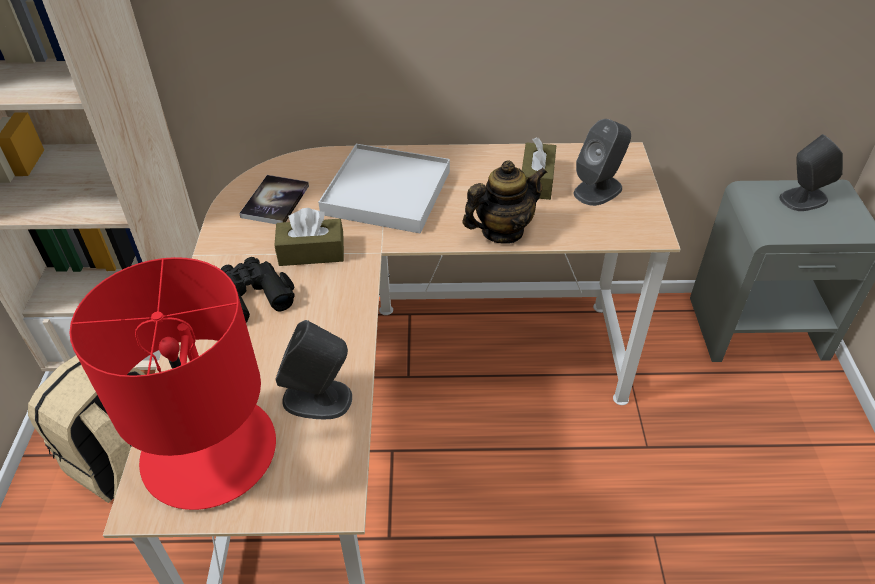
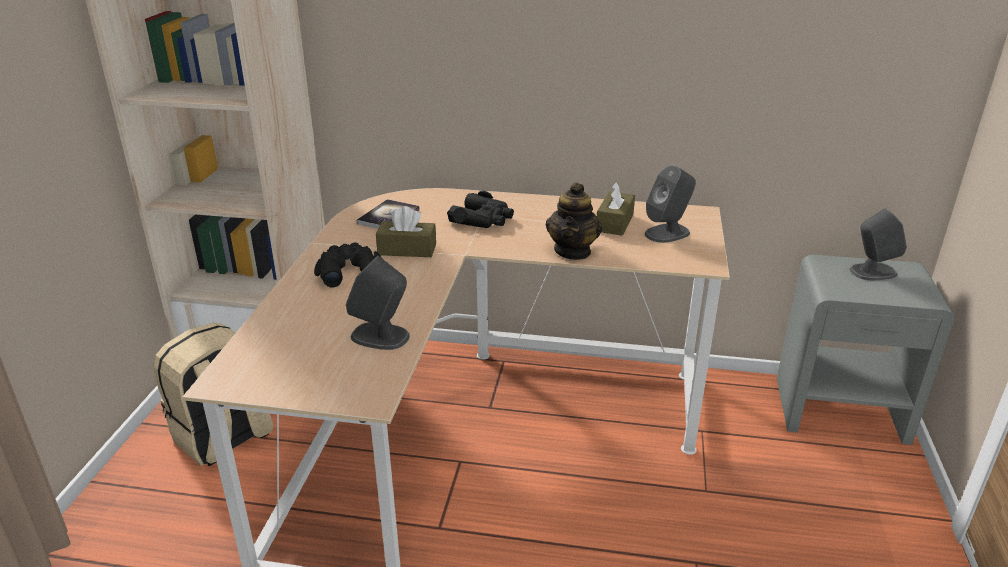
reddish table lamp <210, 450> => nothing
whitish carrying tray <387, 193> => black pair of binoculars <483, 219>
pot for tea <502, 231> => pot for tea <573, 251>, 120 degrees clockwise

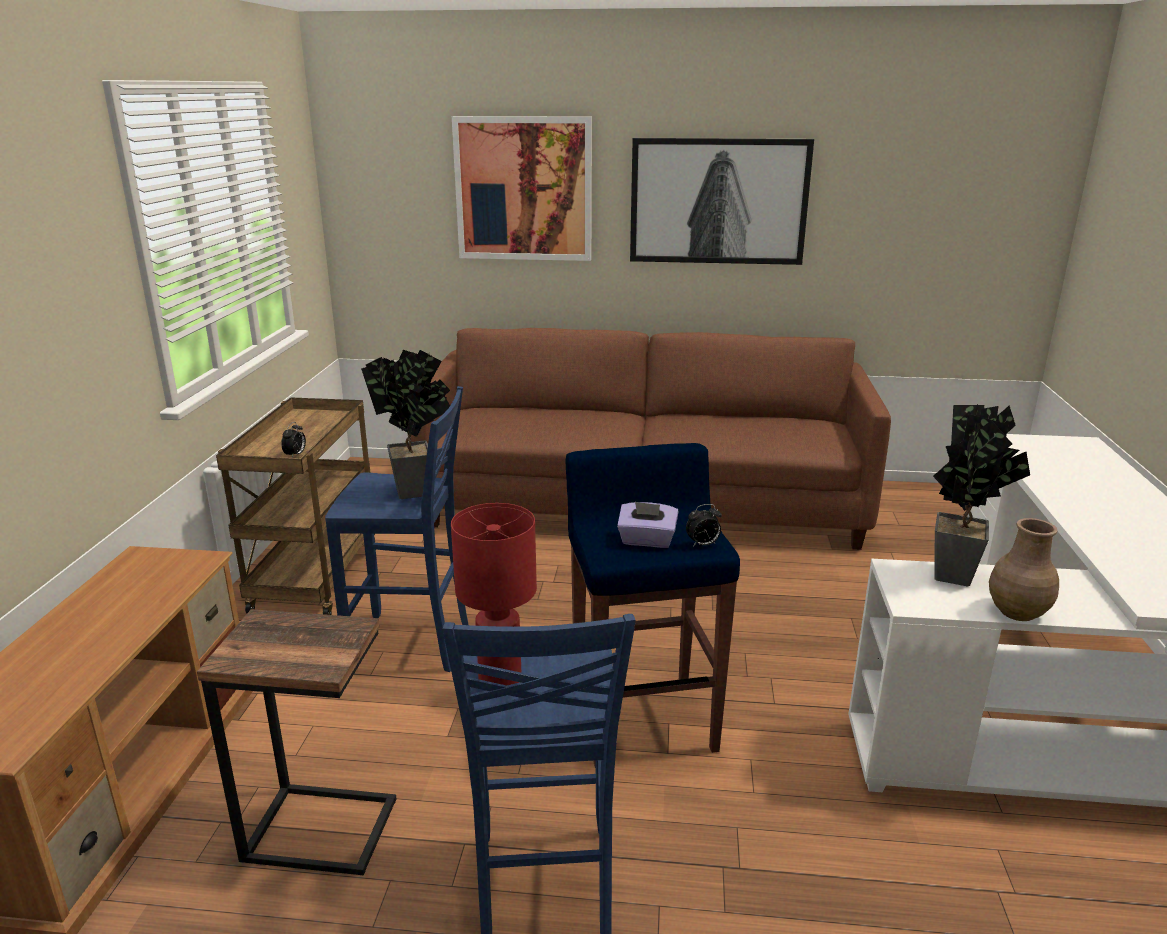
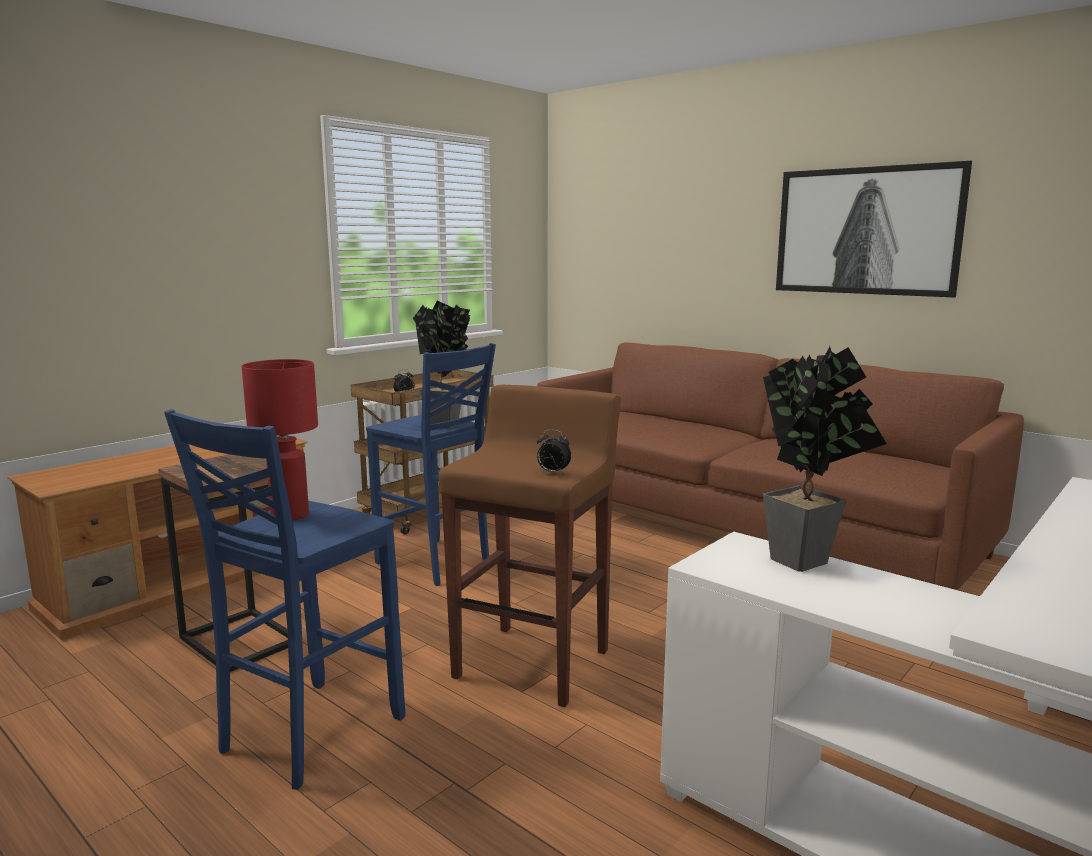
picture <523, 189> => nothing
blue stool <643, 720> => brown stool <533, 663>
purple tissue box <647, 541> => nothing
brown decorative vase <1017, 612> => nothing

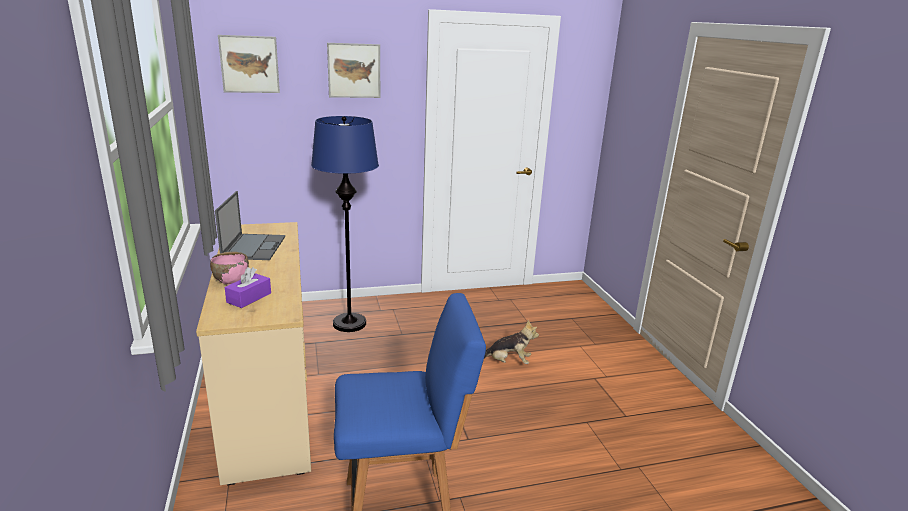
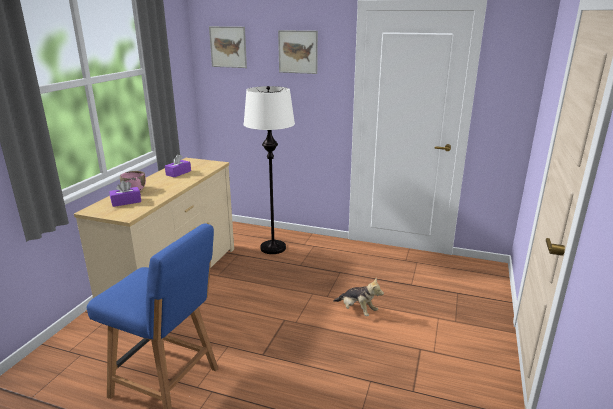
notebook computer <254, 247> => purple tissue box <178, 173>
blue standard lamp <349, 324> => whitish standard lamp <273, 248>

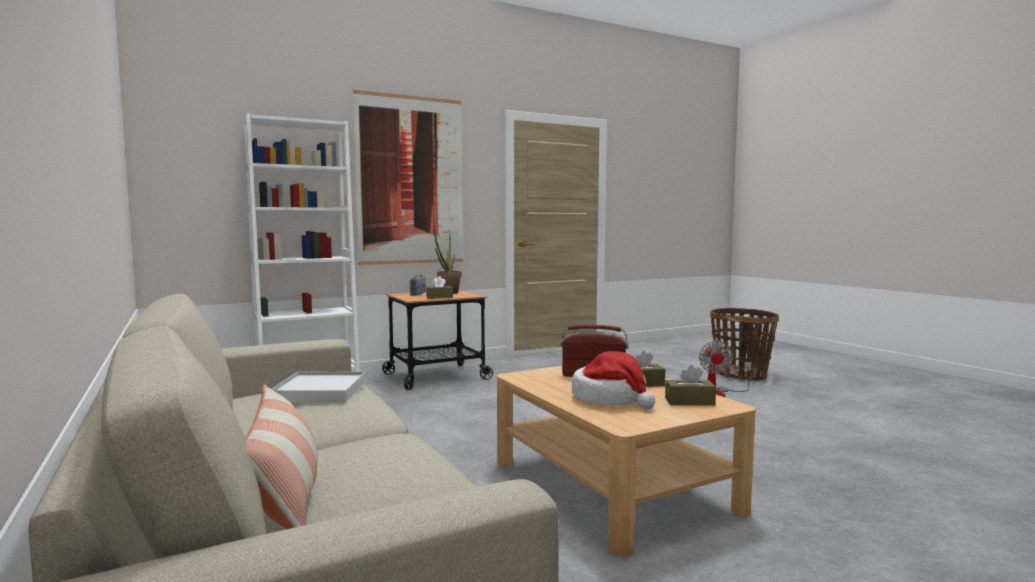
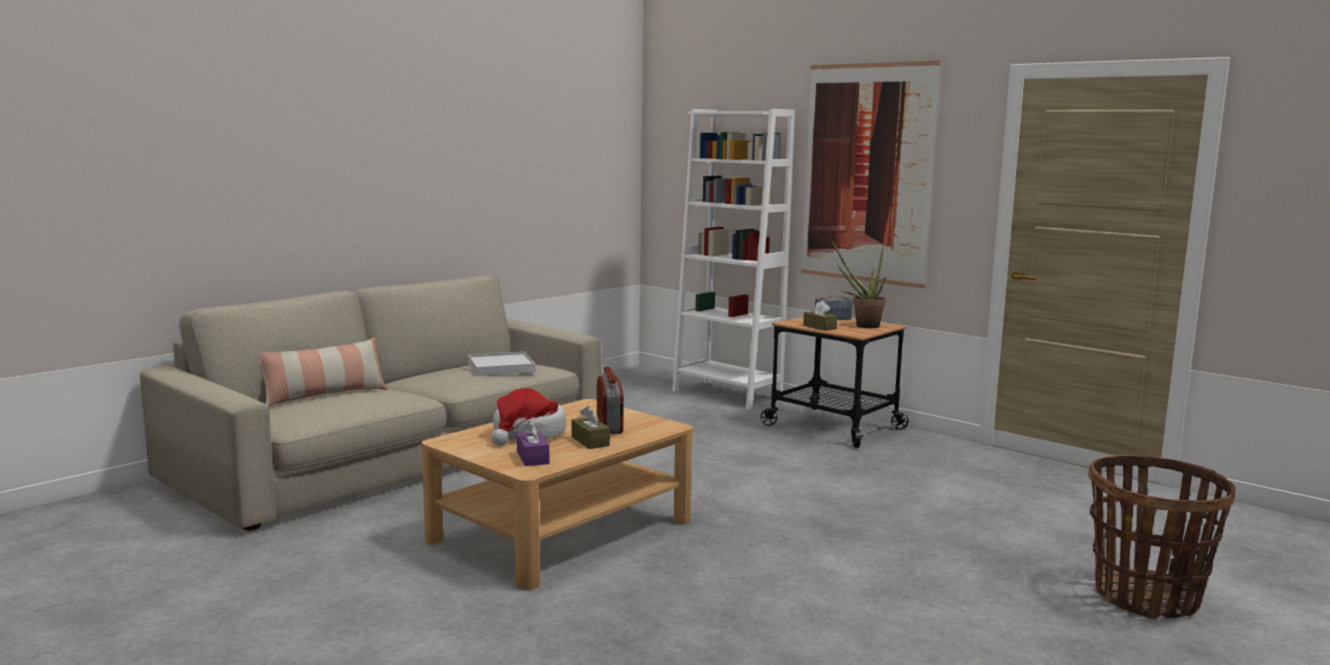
brown tissue box <689, 402> => purple tissue box <532, 458>
cooling fan <718, 394> => nothing

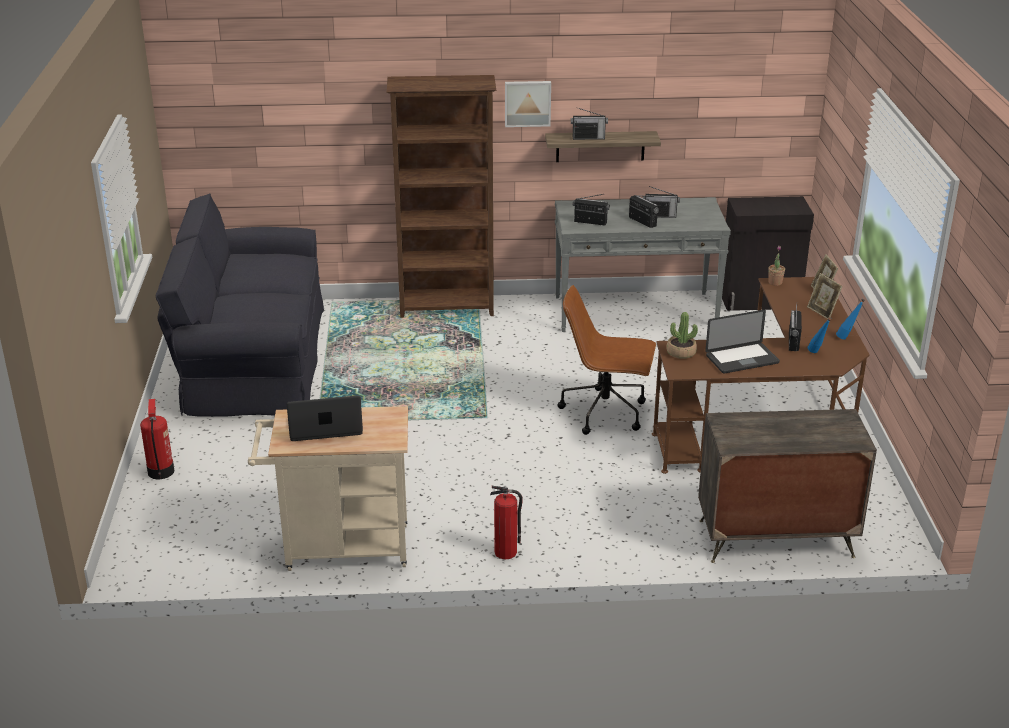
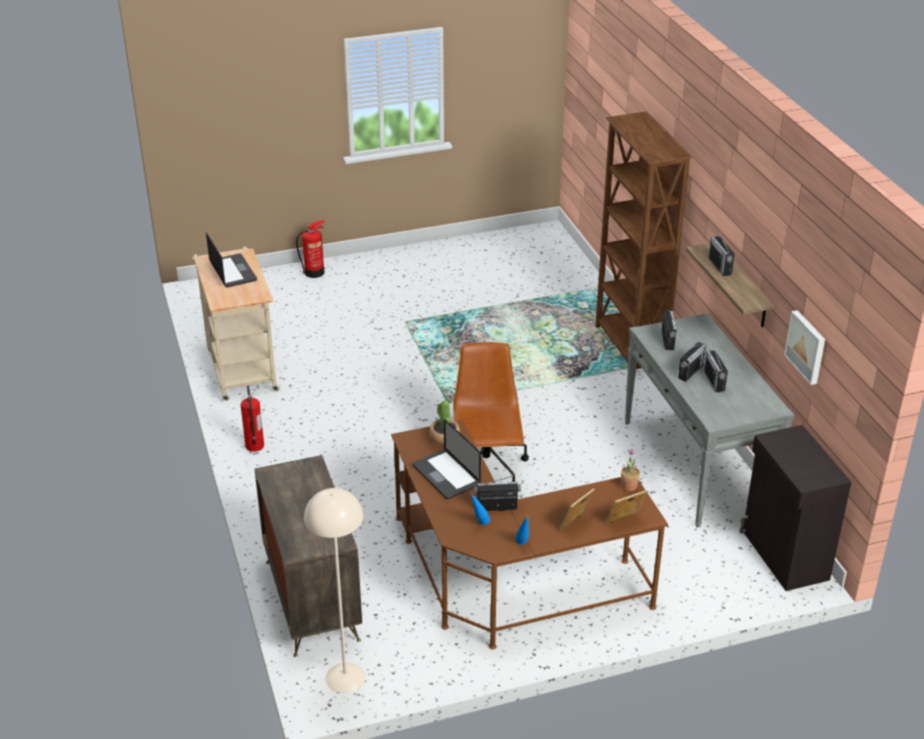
black couch <252, 359> => nothing
picture <527, 103> => picture <807, 346>, shifted
nothing => sand-coloured standard lamp <345, 677>

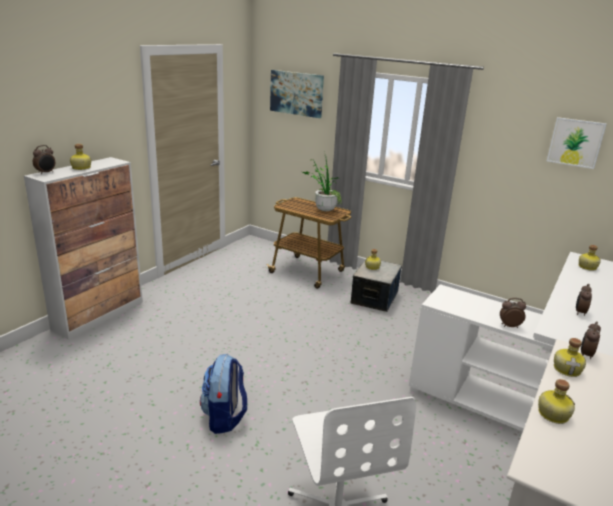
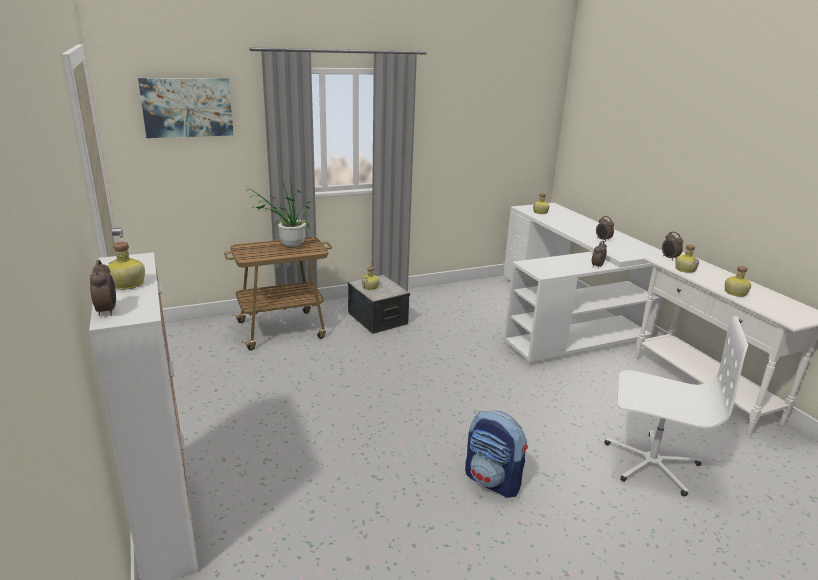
picture <575, 142> => nothing

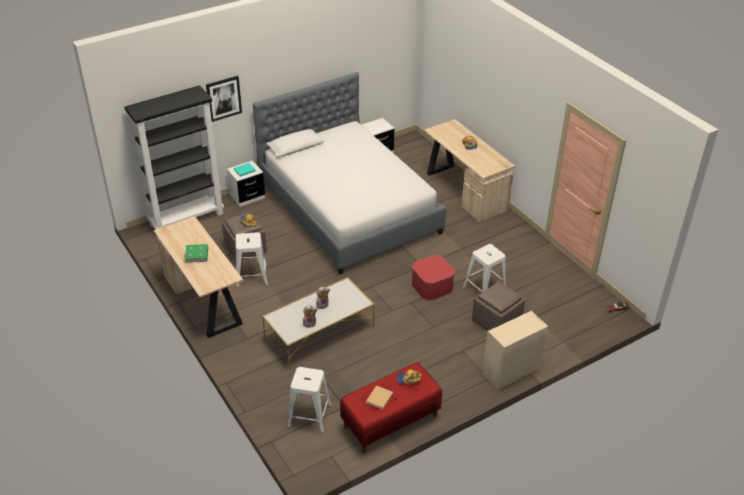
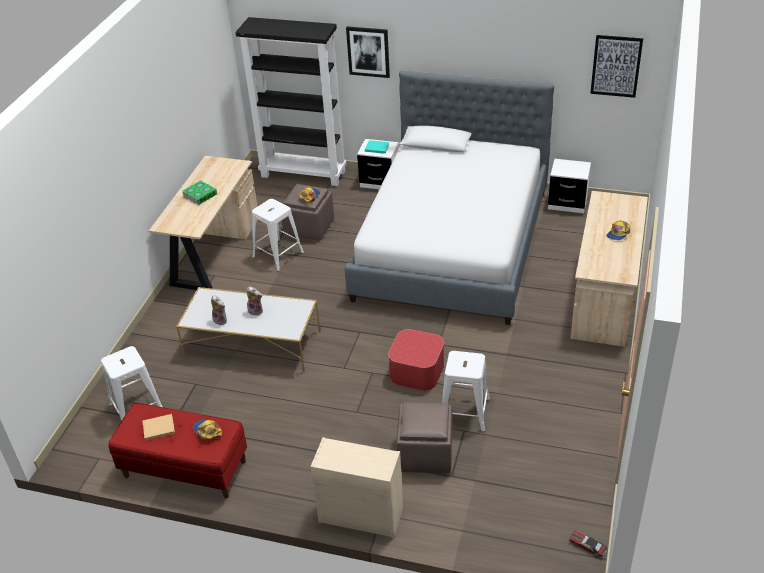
nothing => picture <616, 66>

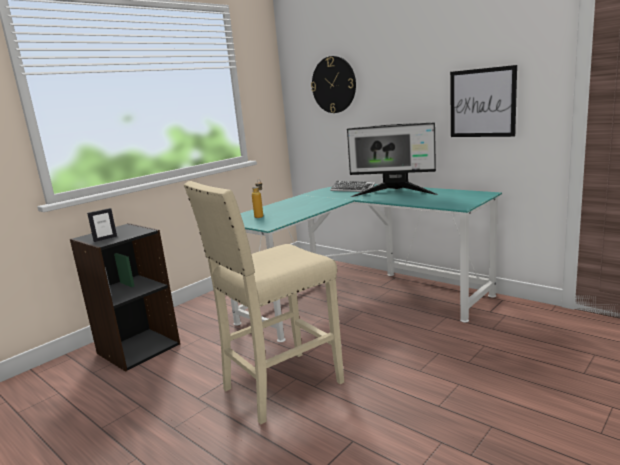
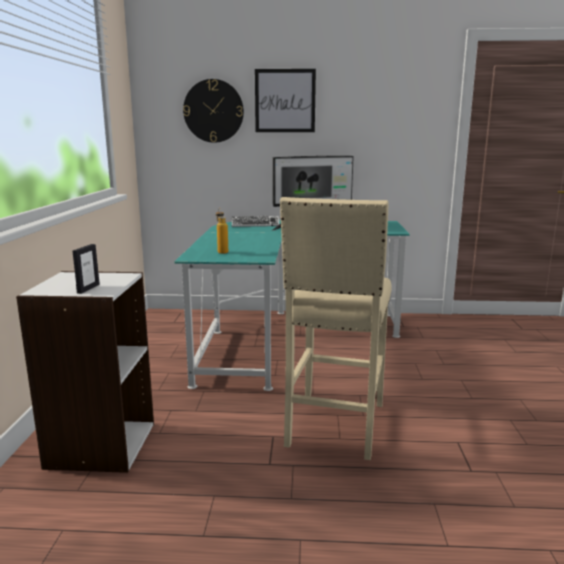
black shelving unit <138, 348> => whitish shelving unit <100, 445>
picture <482, 103> => picture <285, 101>, shifted

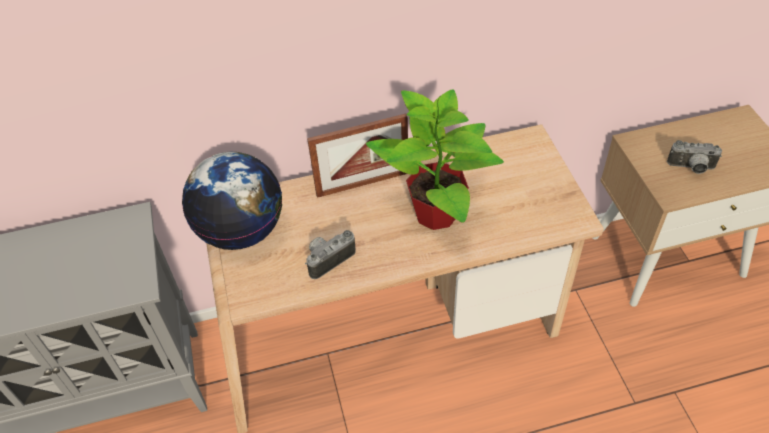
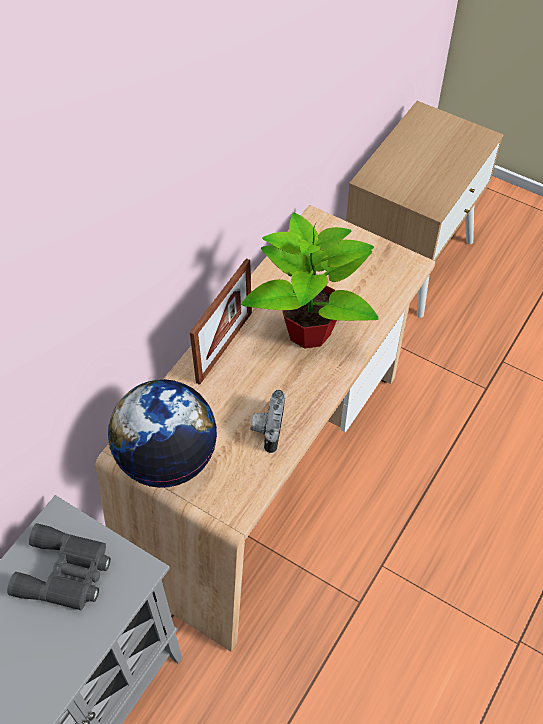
still camera <691, 168> => nothing
nothing => gray pair of binoculars <66, 573>

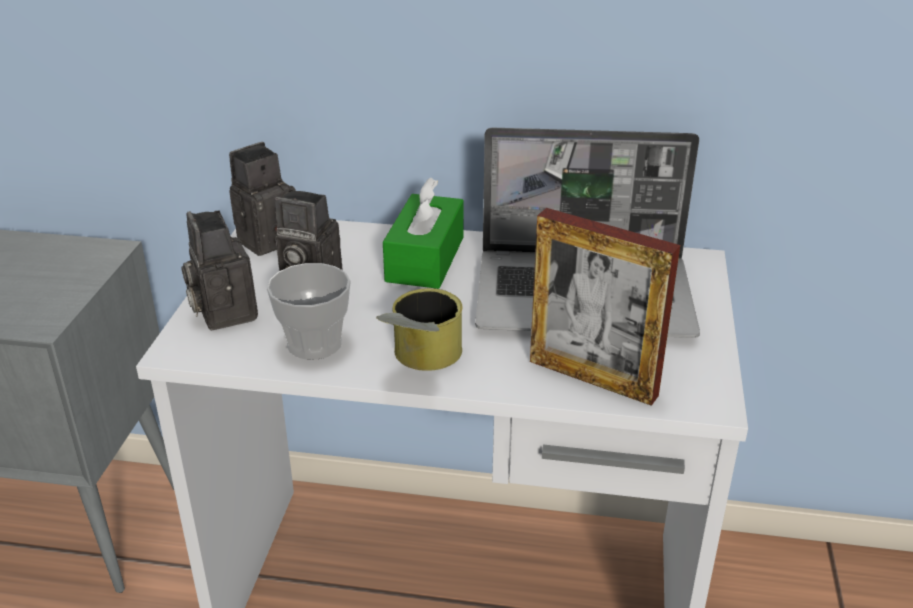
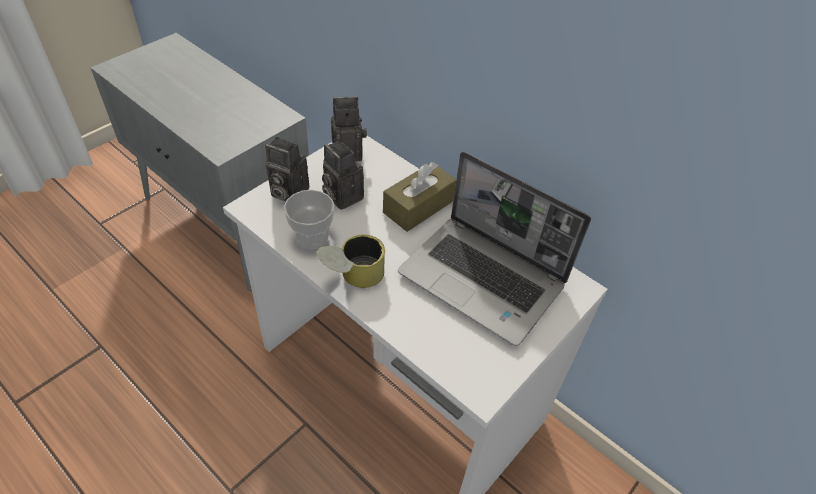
still camera <223, 312> => still camera <287, 192>, 75 degrees counterclockwise
green-coloured tissue box <425, 259> => brown tissue box <418, 206>
standing frame <592, 378> => nothing

